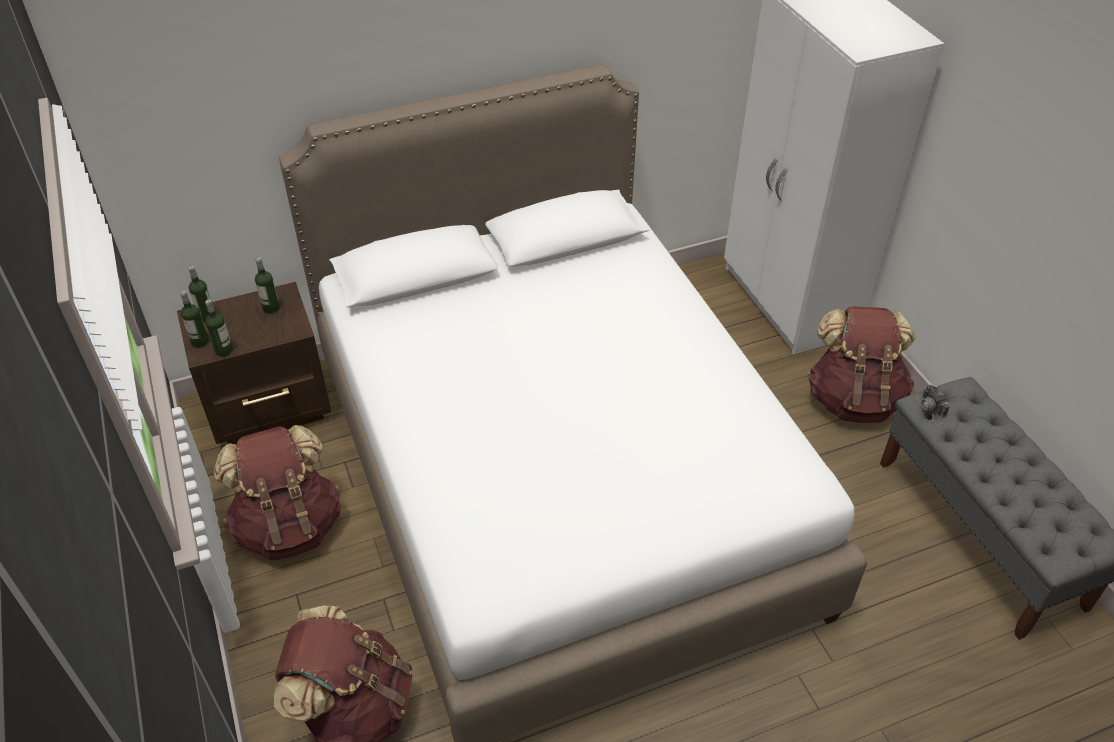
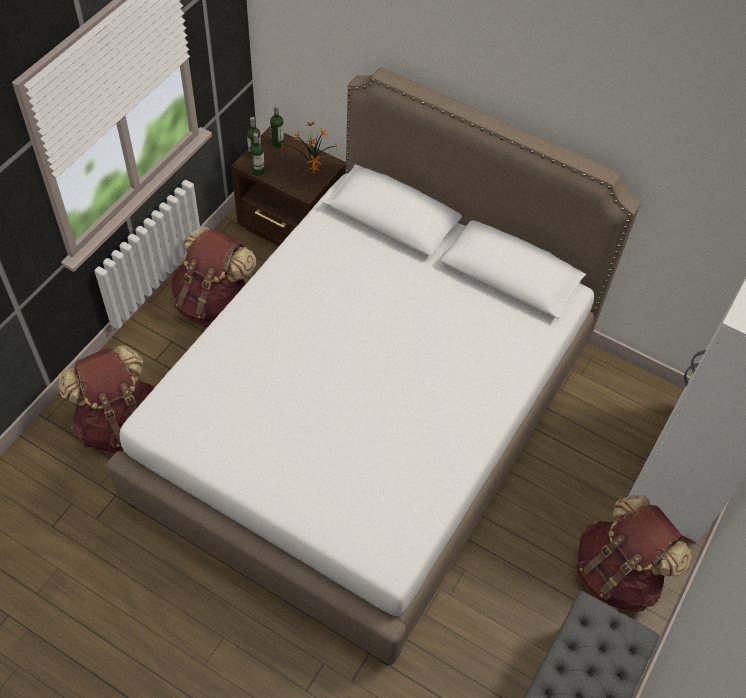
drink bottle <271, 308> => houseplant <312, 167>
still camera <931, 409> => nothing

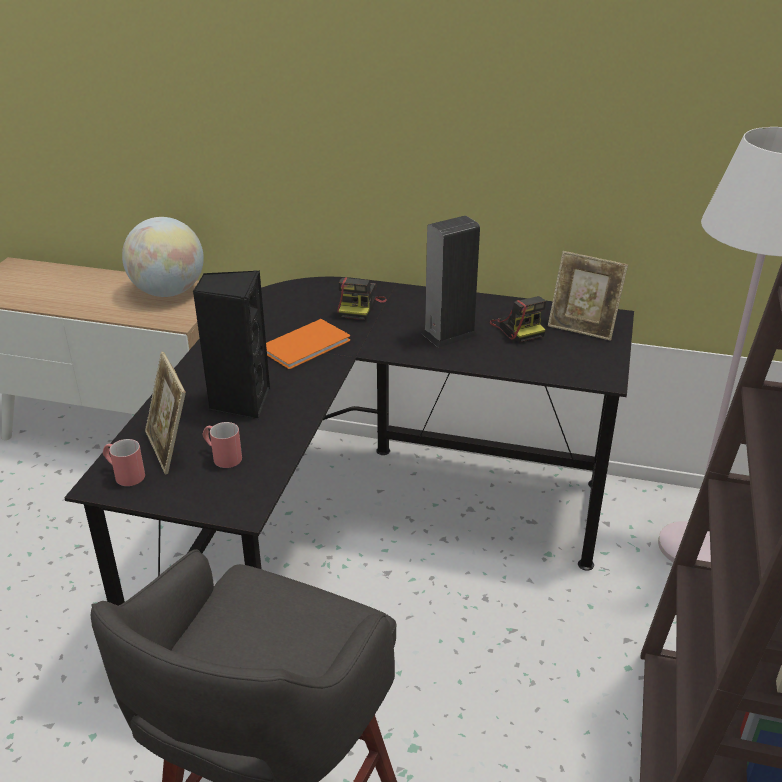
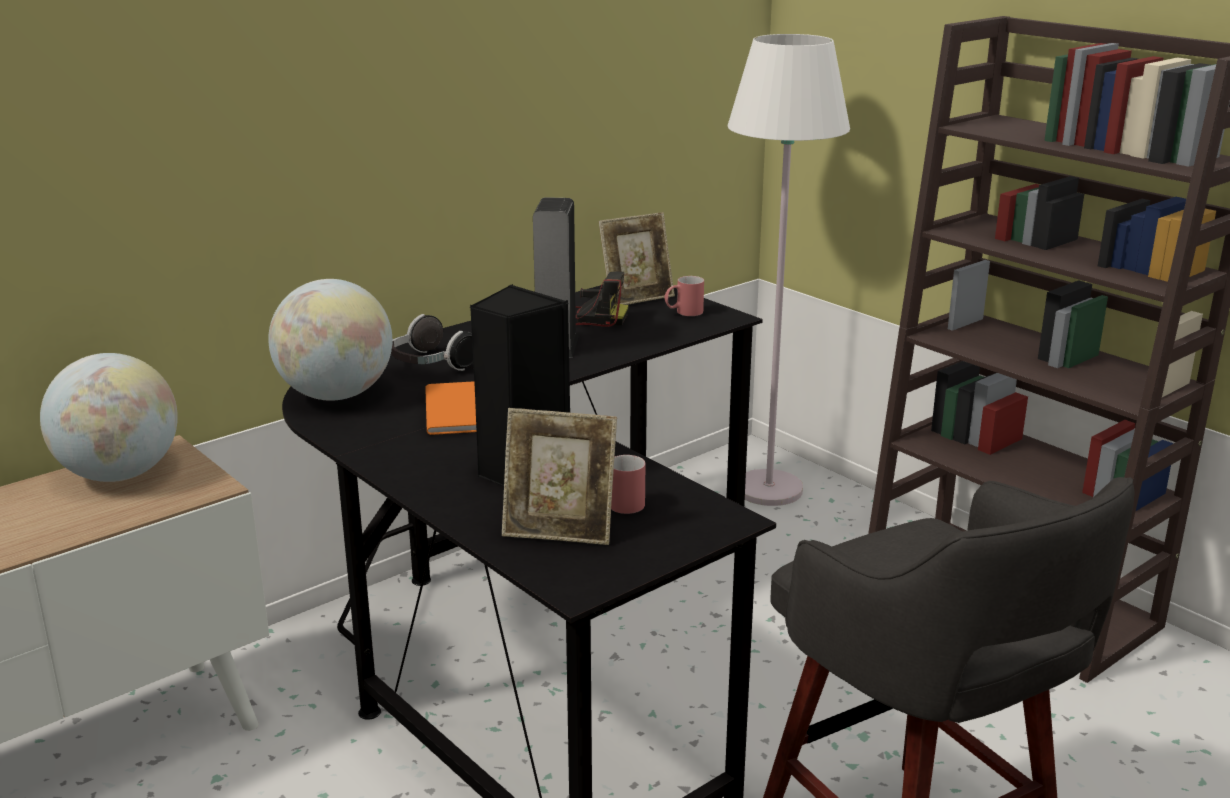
reddish tea mug <124, 474> => reddish tea mug <683, 313>, shifted
still camera <360, 307> => pair of headphones <430, 365>
nothing => desk globe <336, 395>

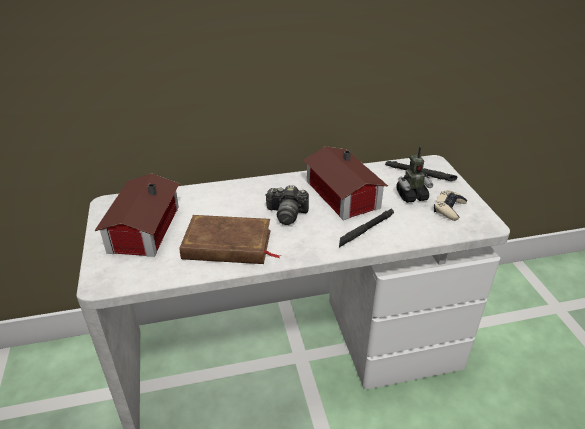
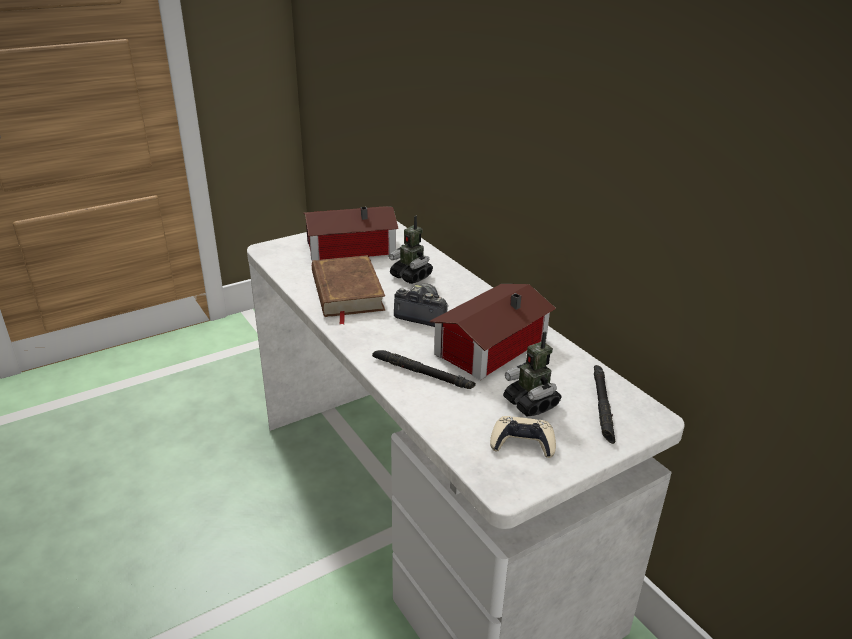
still camera <287, 214> => still camera <422, 315>, 120 degrees clockwise
nothing => toy robot <411, 276>

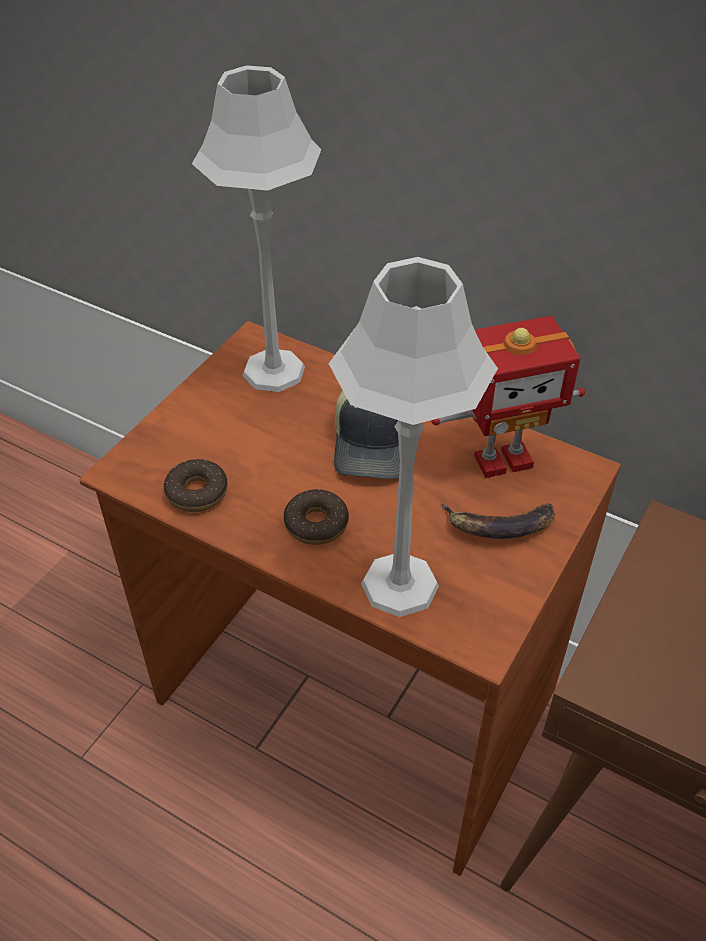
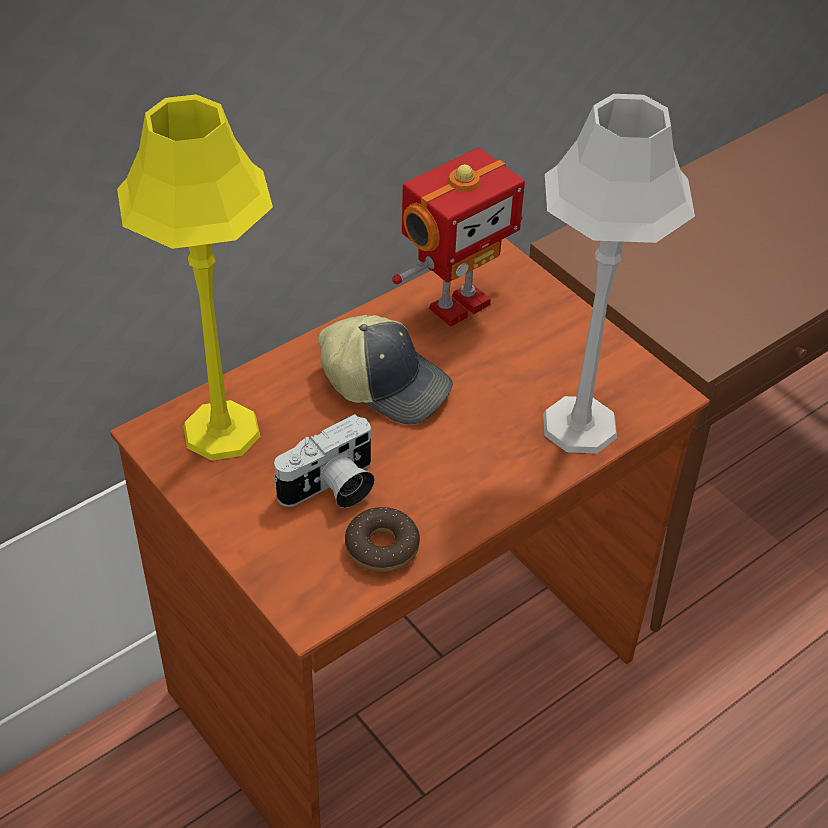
gray table lamp <273, 371> => yellow table lamp <221, 431>
doughnut <316, 524> => nothing
toy robot <501, 458> => toy robot <456, 304>, 45 degrees clockwise
whole banana <499, 526> => nothing
nothing => still camera <332, 489>

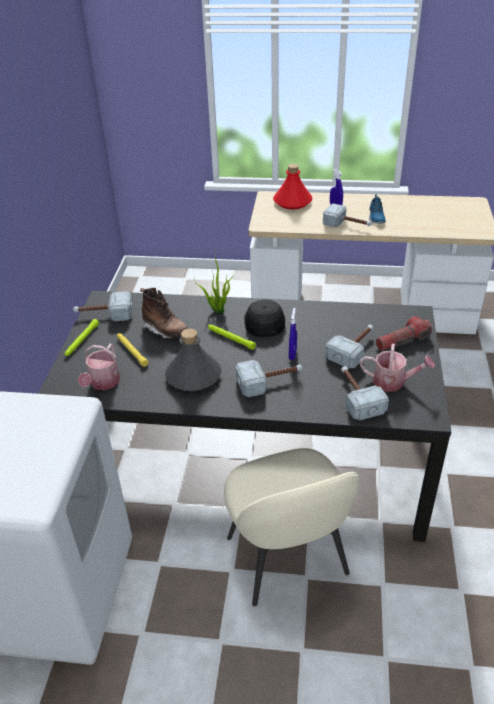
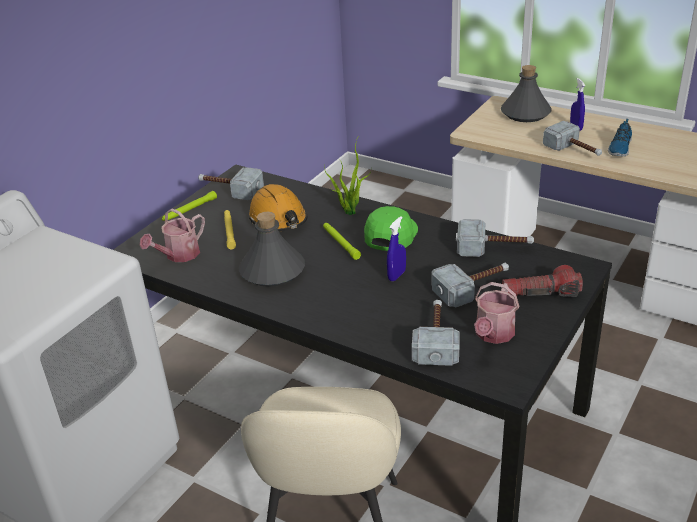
brown high-top boot <165, 330> => orangey safety helmet <279, 219>
hammer <270, 381> => hammer <494, 248>, shifted
black cap <264, 322> => green-coloured cap <390, 234>
reddish drink bottle <292, 202> => gray drink bottle <525, 113>
sprinkling can <393, 382> => sprinkling can <493, 335>, 75 degrees clockwise

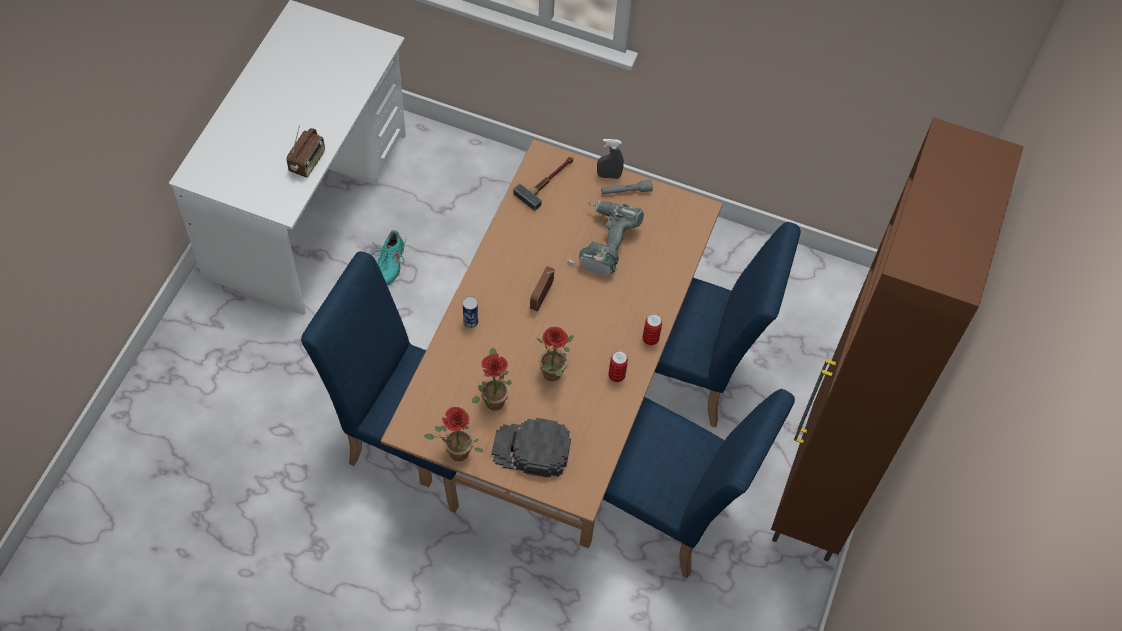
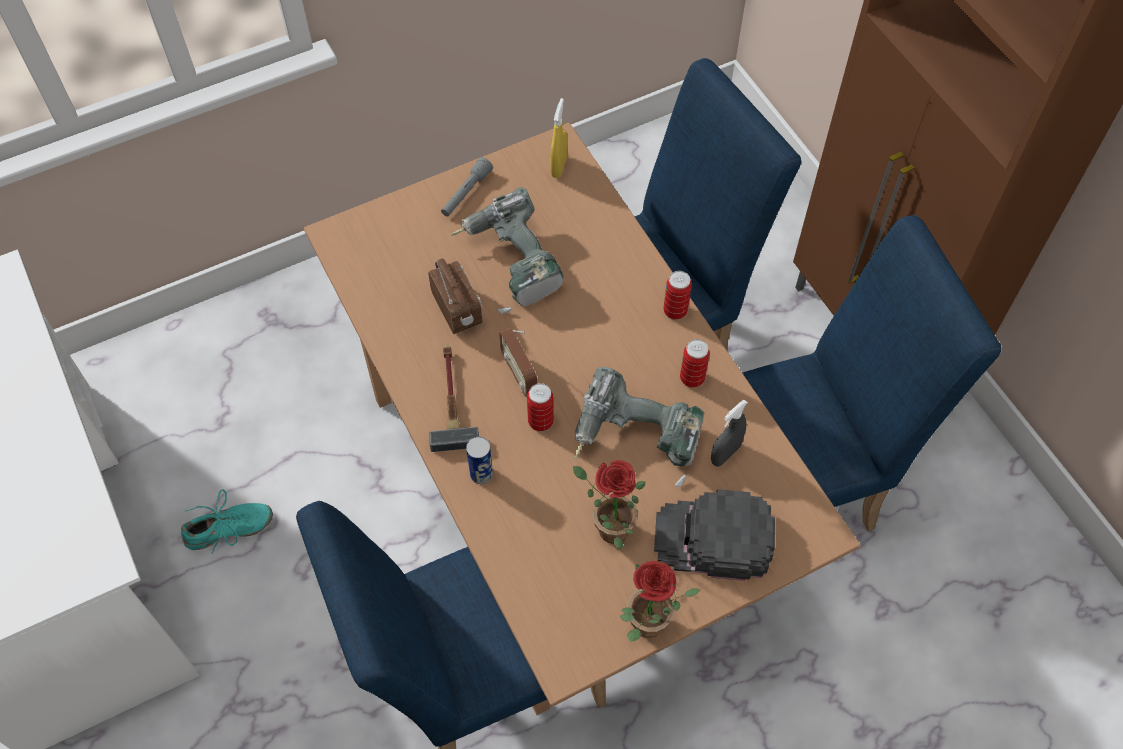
radio receiver <308, 162> => radio receiver <458, 309>, shifted
blue-green low shoe <388, 264> => blue-green low shoe <229, 530>, 75 degrees counterclockwise
black cap <531, 450> => black cap <713, 539>, 45 degrees clockwise
hammer <548, 181> => hammer <451, 398>, shifted
houseplant <554, 376> => drill <636, 441>
gray spray bottle <609, 176> => gray spray bottle <725, 454>, shifted
nothing => sealed can <540, 421>
nothing => yellow spray bottle <558, 167>

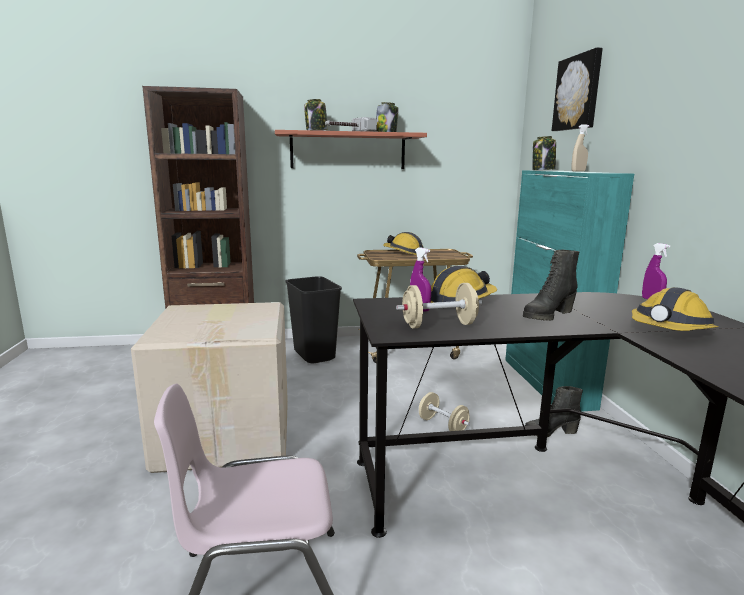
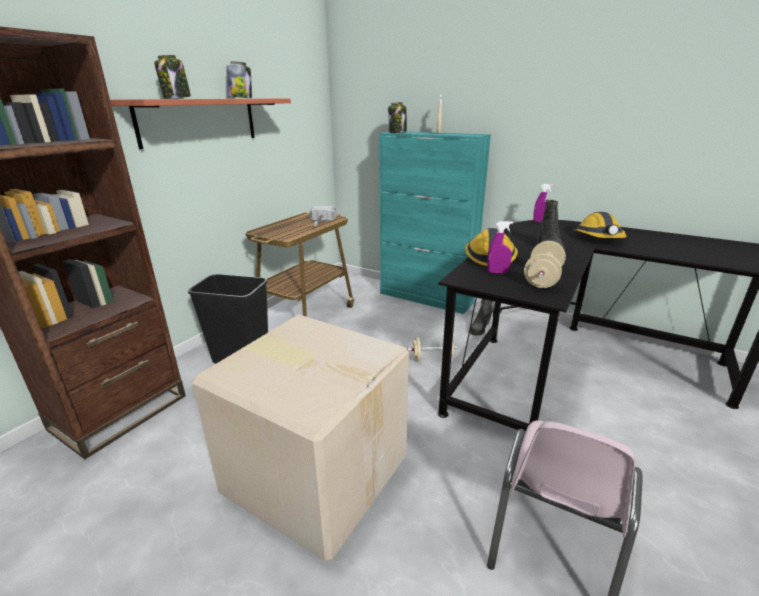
hammer <349, 131> => hammer <320, 224>, shifted
safety helmet <404, 252> => nothing
picture <578, 93> => nothing

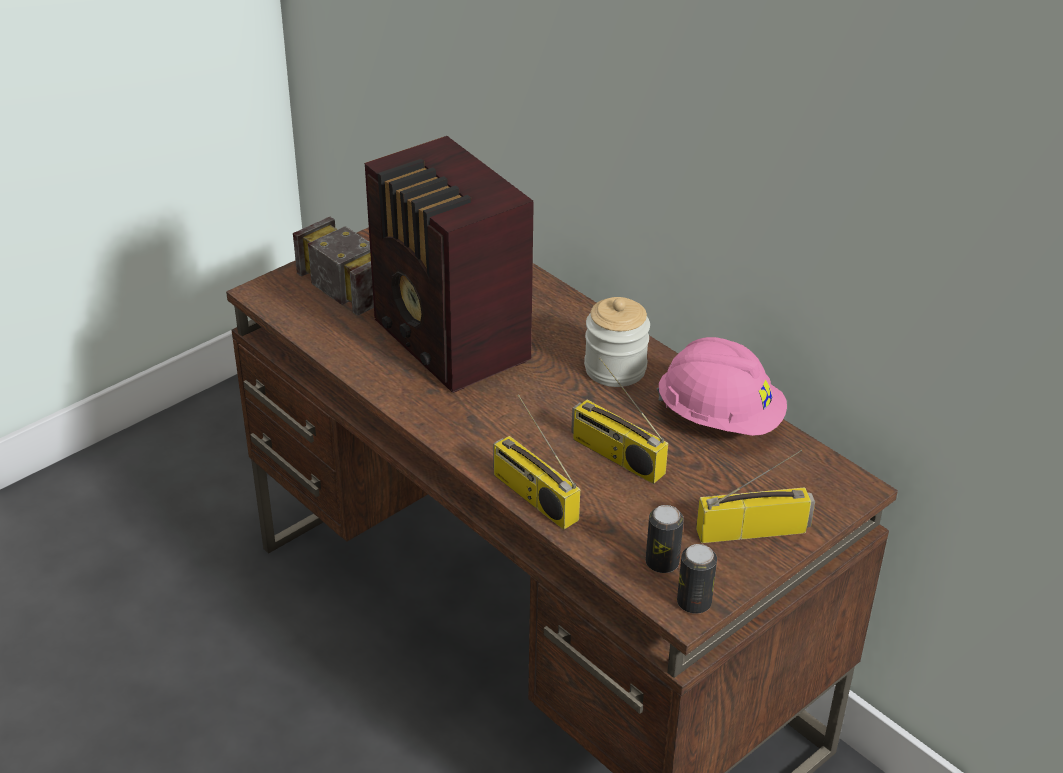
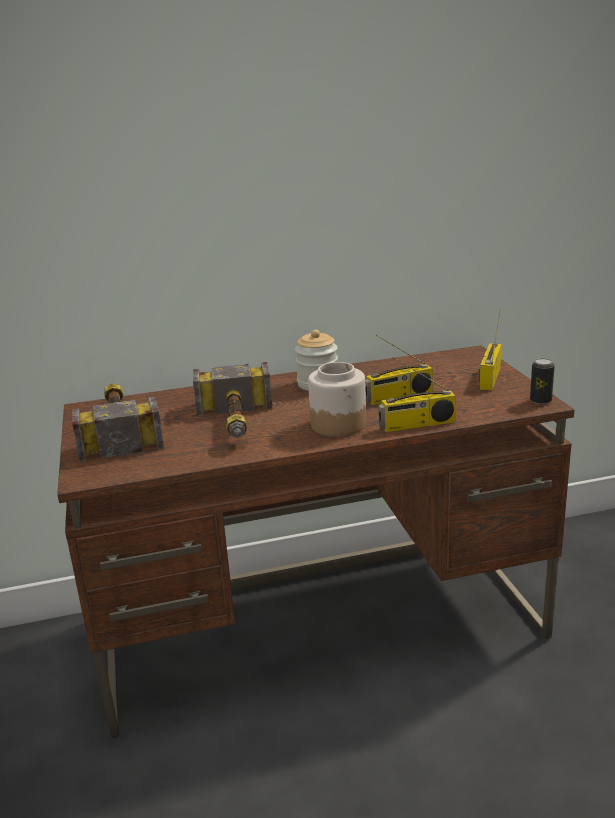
radio receiver <450, 344> => hammer <236, 423>
sealed can <662, 563> => nothing
pinkish safety helmet <719, 418> => nothing
nothing => preserve jar <339, 424>

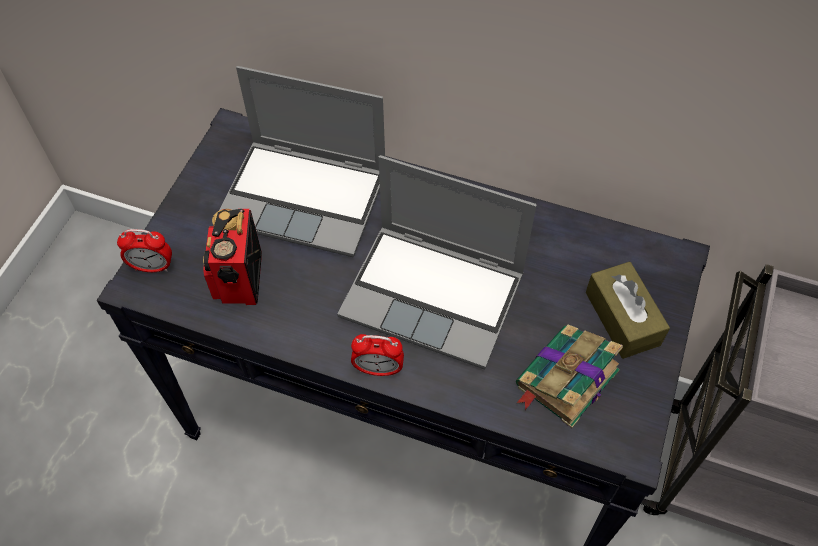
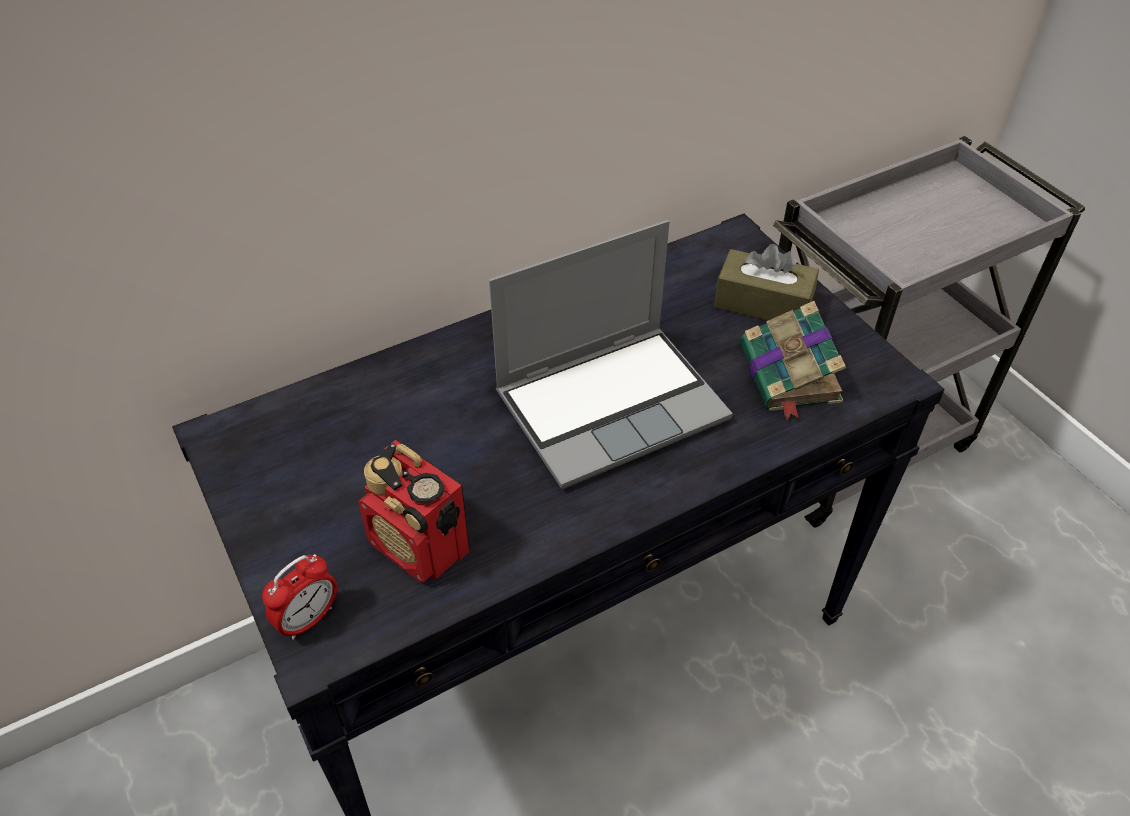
notebook computer <306, 198> => nothing
bedside clock <378, 369> => nothing

